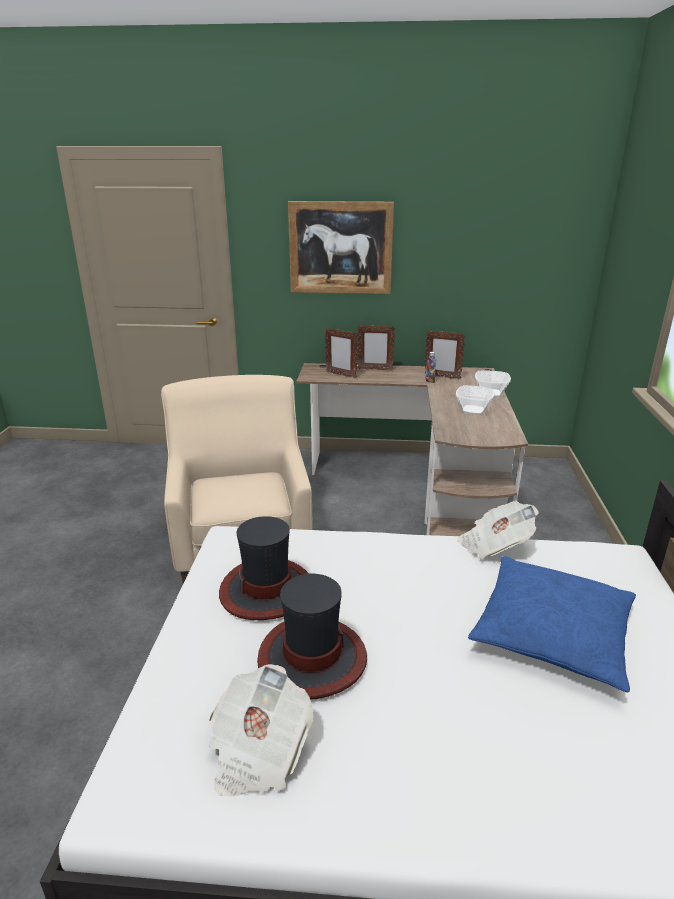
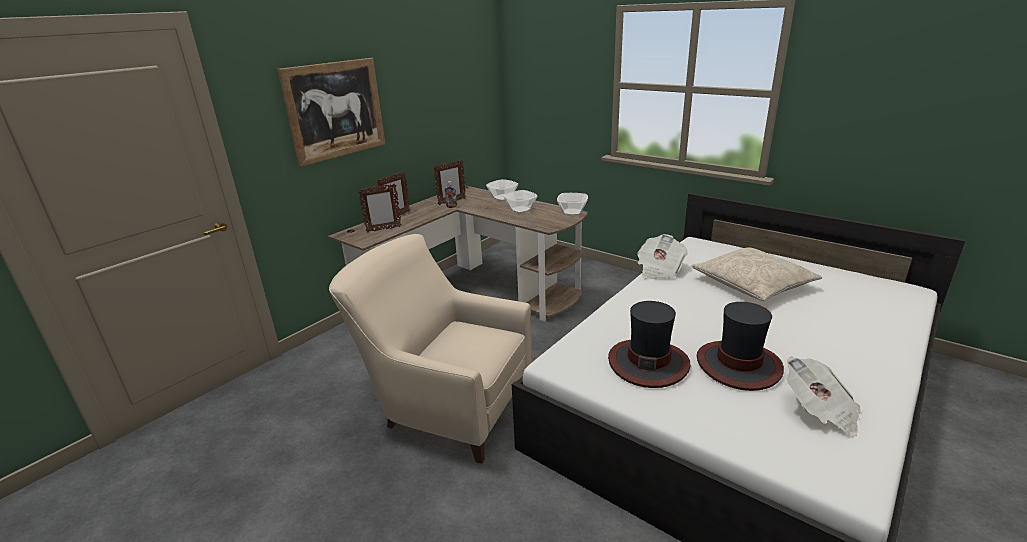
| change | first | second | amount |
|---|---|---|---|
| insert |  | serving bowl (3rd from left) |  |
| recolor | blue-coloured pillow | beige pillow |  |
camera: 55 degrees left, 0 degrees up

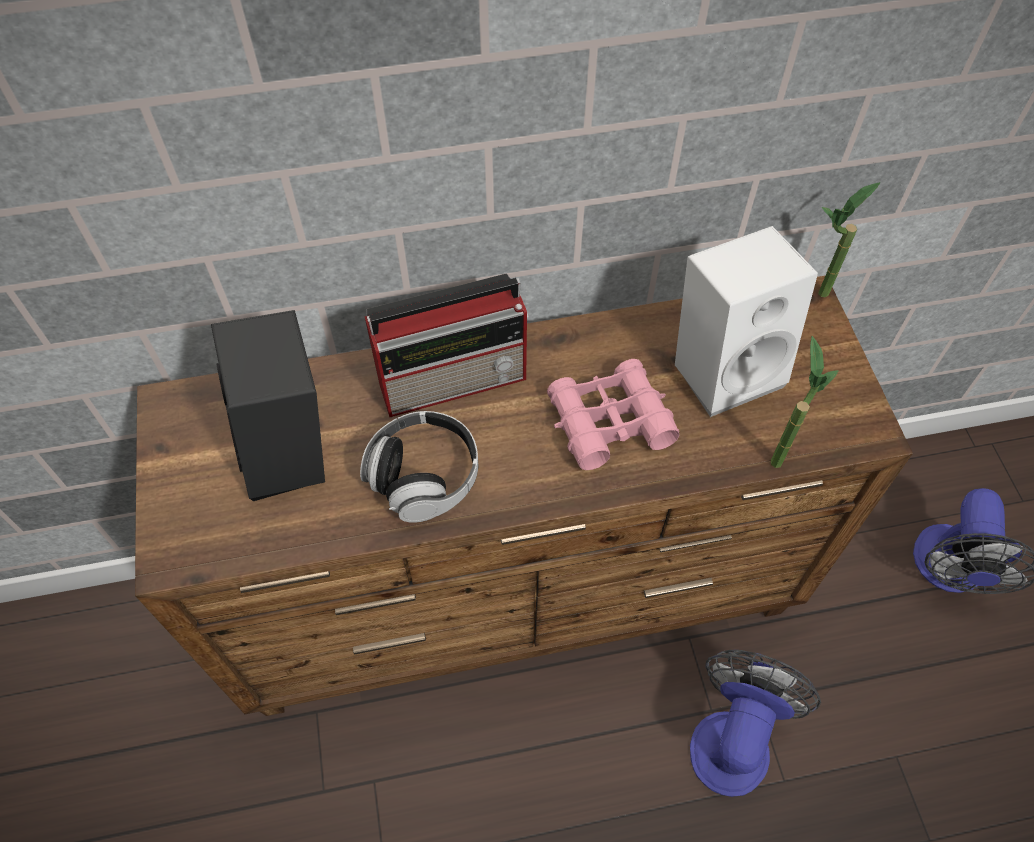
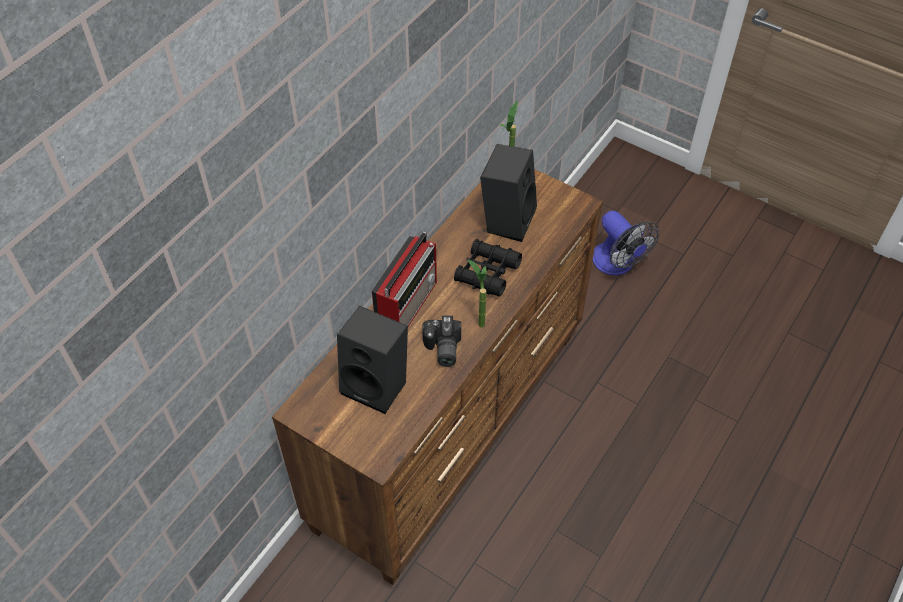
| change | first | second | amount |
|---|---|---|---|
| replace | headphones | still camera |  |
| recolor | pink-coloured pair of binoculars | black pair of binoculars |  |
| move | houseplant (1st from left) |  |  |
| recolor | white-coloured speaker | black speaker (2nd from left) |  |
| delete | electric fan (1st from left) |  |  |
camera: 45 degrees left, 5 degrees down

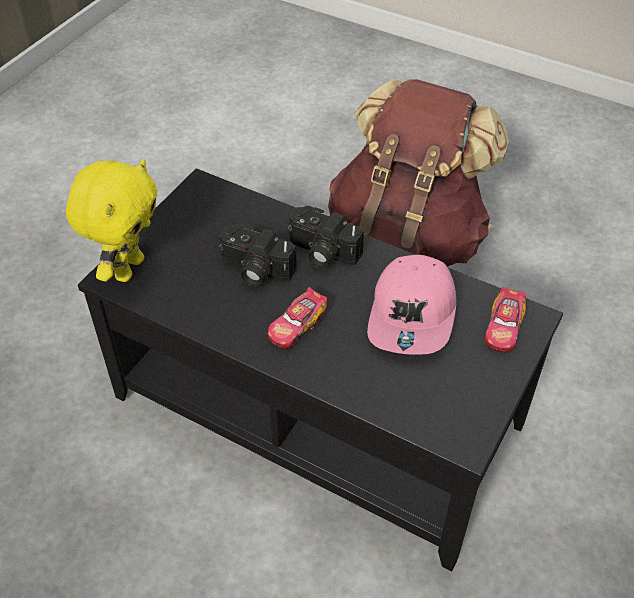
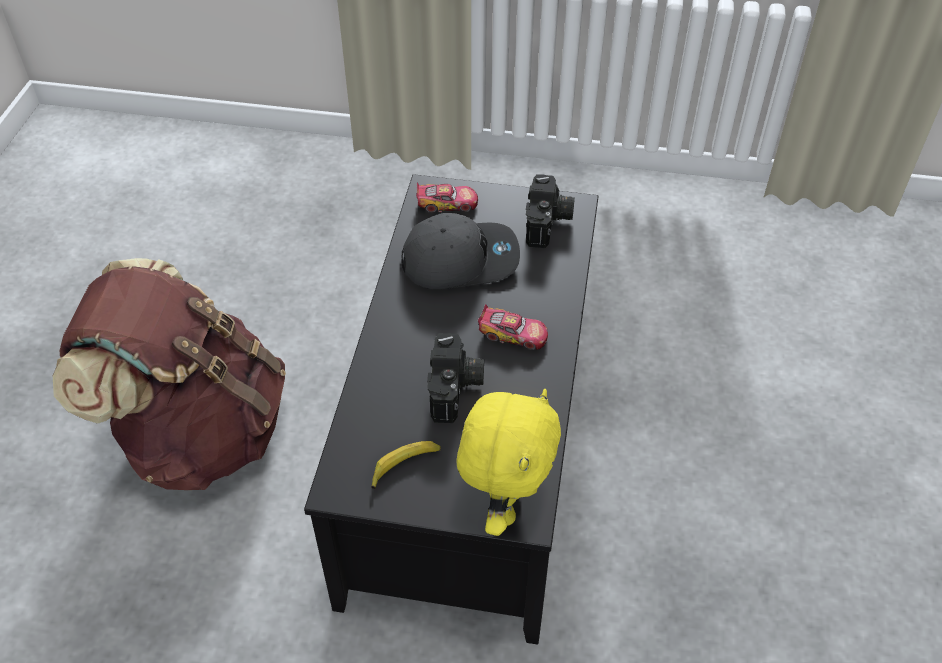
| change | first | second | amount |
|---|---|---|---|
| insert |  | banana |  |
| recolor | pink-coloured baseball cap | greyish baseball cap |  |
| rotate | yellowish soft toy |  | 105 degrees clockwise |
| move | still camera (2nd from left) |  |  |
camera: 110 degrees left, 0 degrees up

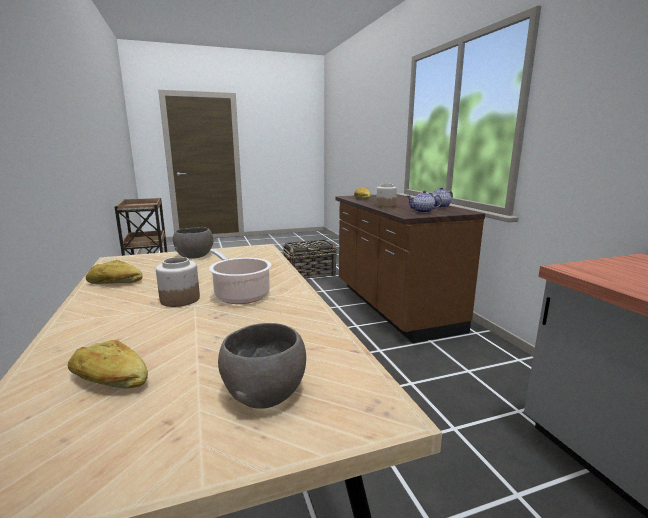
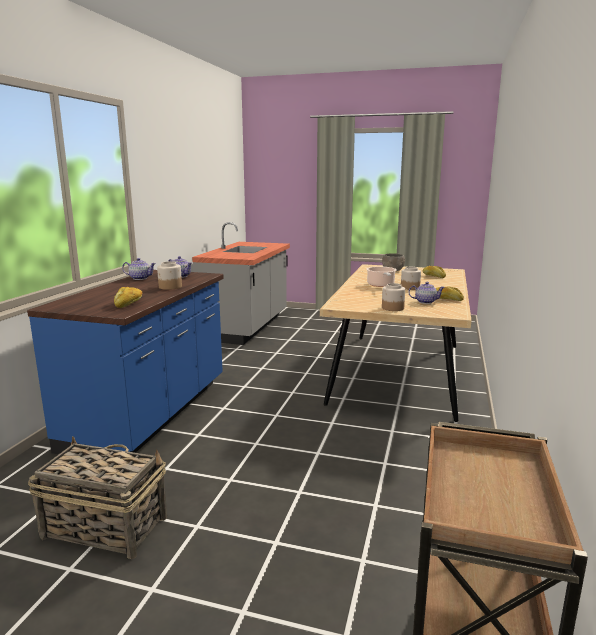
| change | first | second | amount |
|---|---|---|---|
| recolor | brown kitchen base unit | blue-coloured kitchen base unit |  |
| replace | greyish serving bowl (1st from left) | preserve jar (2nd from left) |  |
| insert |  | tea pot (3rd from left) |  |
camera: 145 degrees left, 0 degrees up

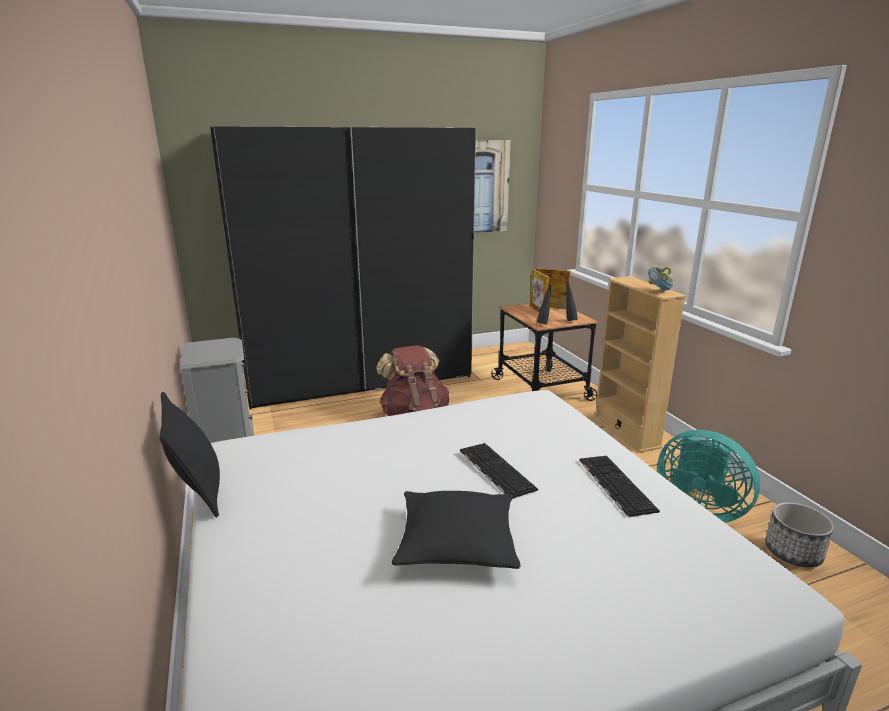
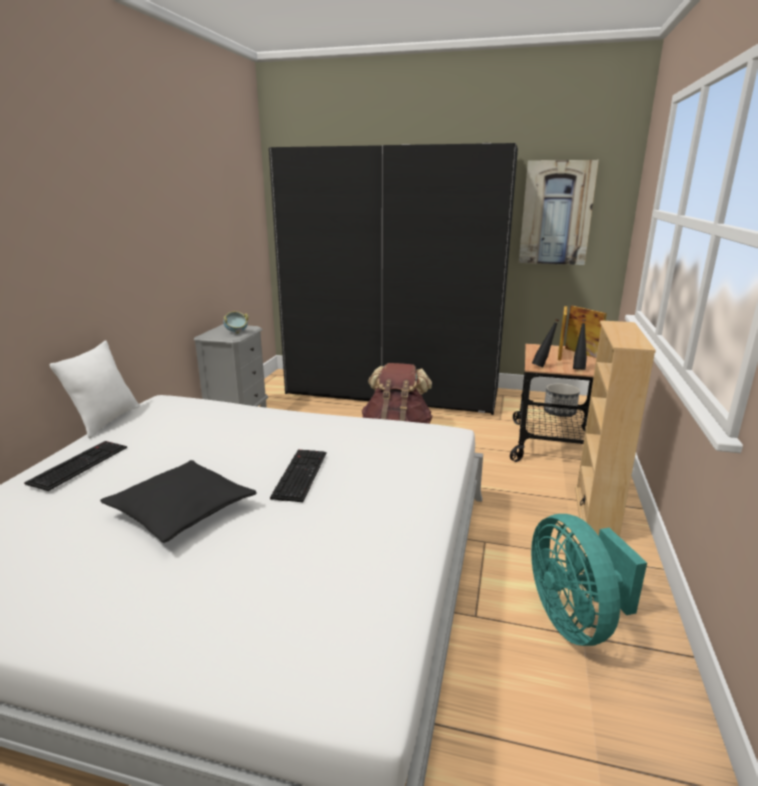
| change | first | second | amount |
|---|---|---|---|
| move | computer keyboard (2nd from left in the first image) | computer keyboard (1st from left) |  |
| recolor | black pillow (1st from left) | white-coloured pillow |  |
| move | serving bowl |  |  |
| move | plant pot |  |  |
camera: 35 degrees right, 0 degrees up

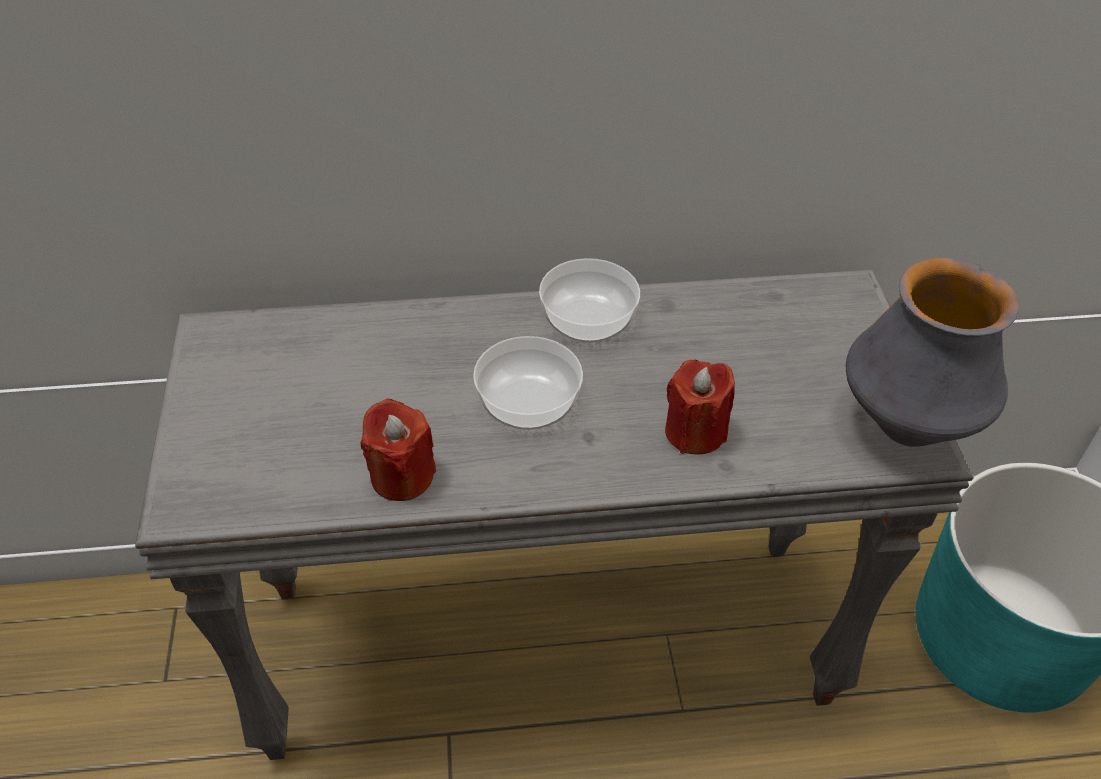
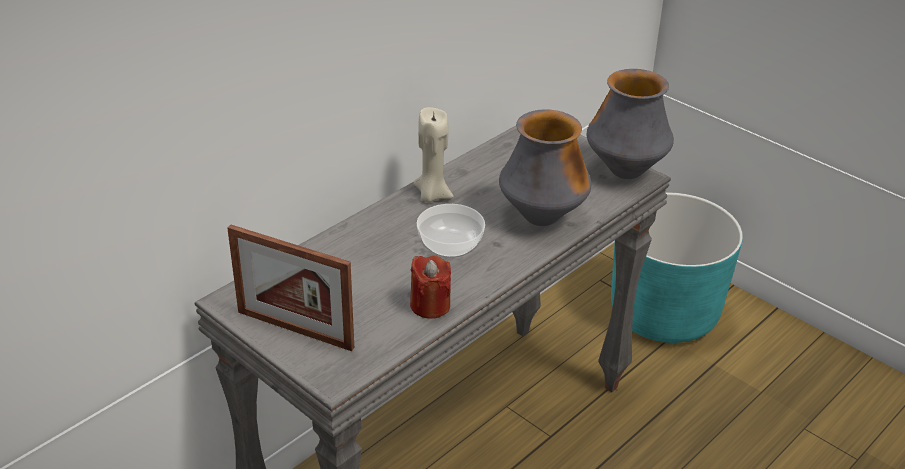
| change | first | second | amount |
|---|---|---|---|
| insert |  | standing frame |  |
| replace | serving bowl (2nd from left) | beige candle |  |
| replace | red candle (2nd from left) | flower vase (1st from left) |  |
camera: 40 degrees left, 10 degrees down

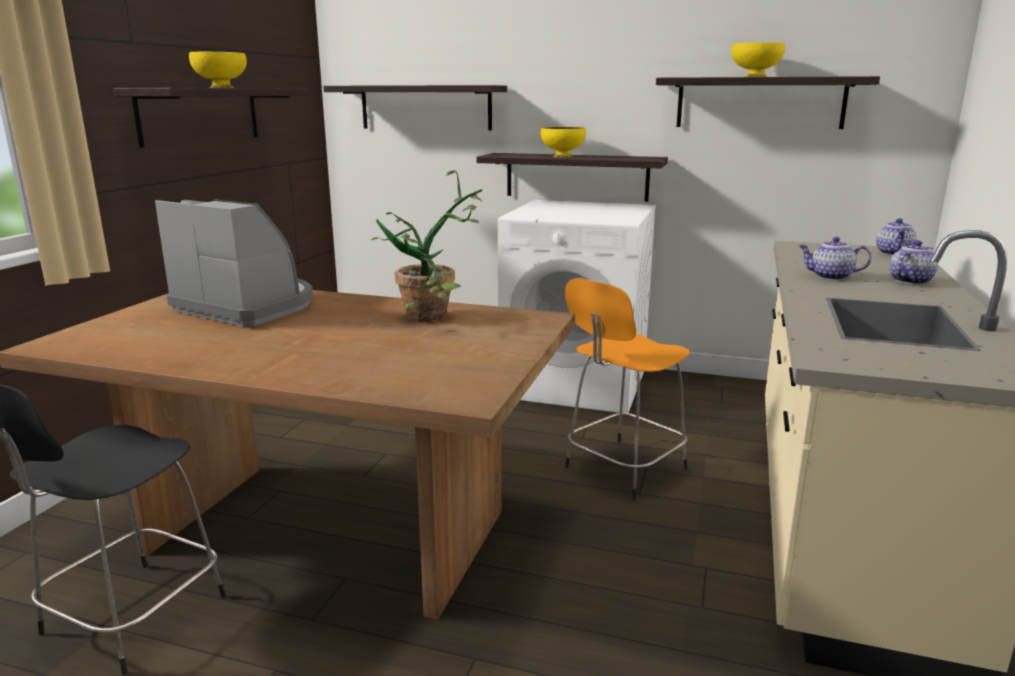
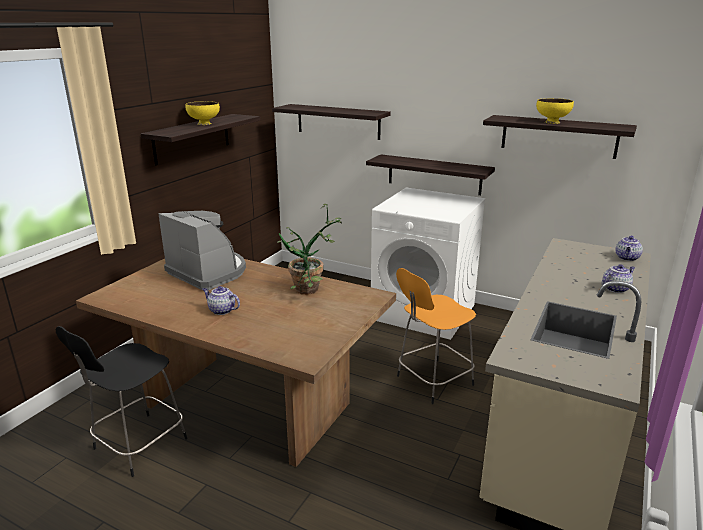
| change | first | second | amount |
|---|---|---|---|
| move | tea pot (1st from left) |  |  |
| delete | yellowish serving bowl (2nd from left) |  |  |
camera: 10 degrees right, 5 degrees up

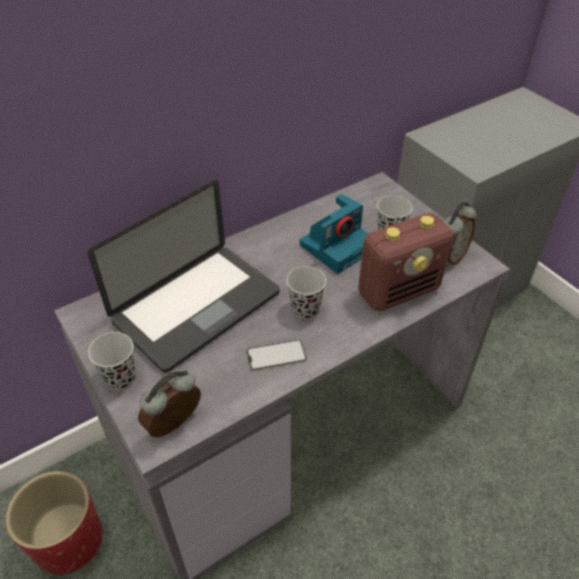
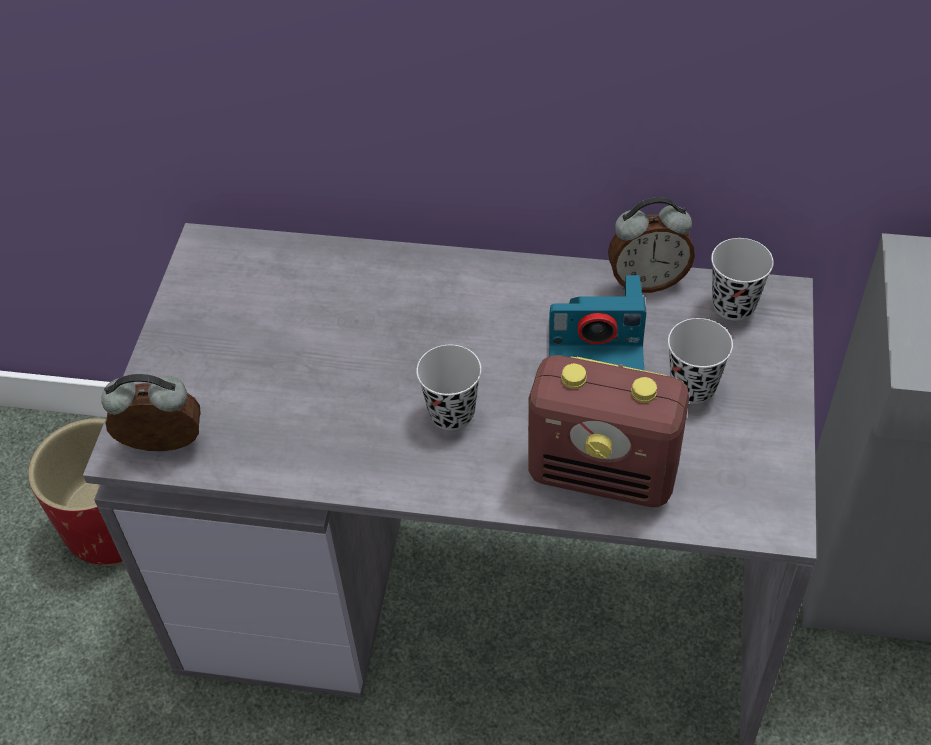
| change | first | second | amount |
|---|---|---|---|
| move | bedside clock (2nd from left) |  |  |
| move | black cup (1st from left in the first image) | black cup (3rd from left) |  |
| delete | notebook computer |  |  |
| delete | handset |  |  |
camera: 45 degrees right, 5 degrees up

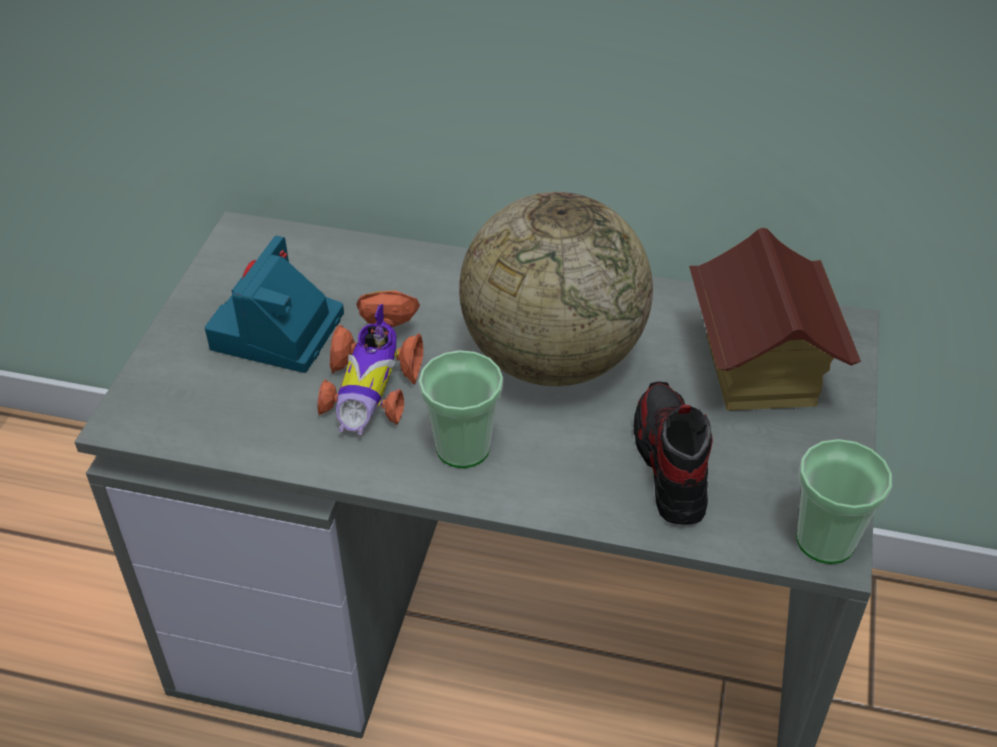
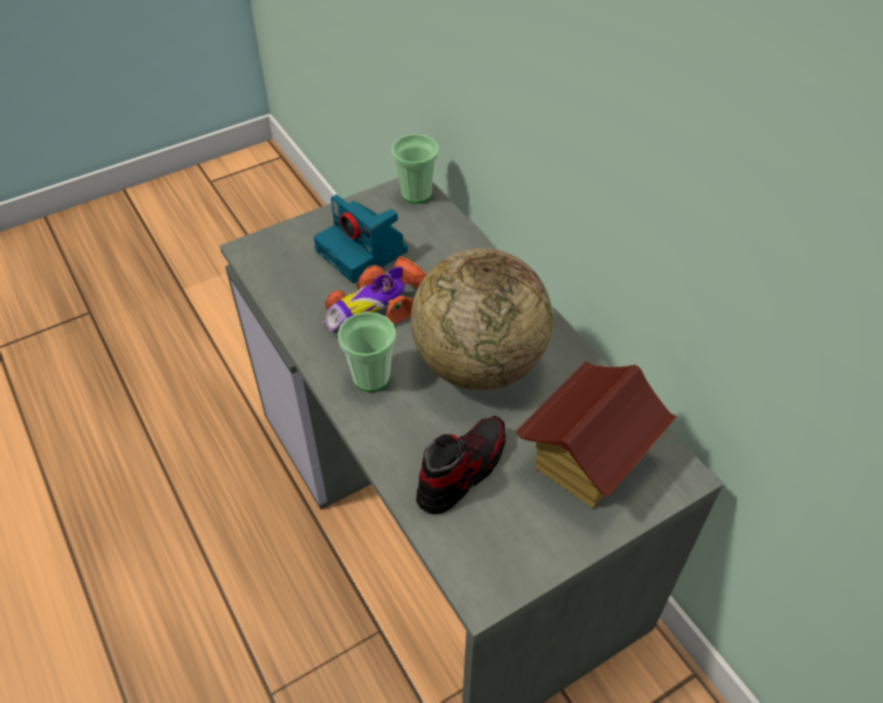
| change | first | second | amount |
|---|---|---|---|
| rotate | still camera |  | 105 degrees counterclockwise |
| move | cup (2nd from left) |  |  |
camera: 45 degrees right, 5 degrees up

